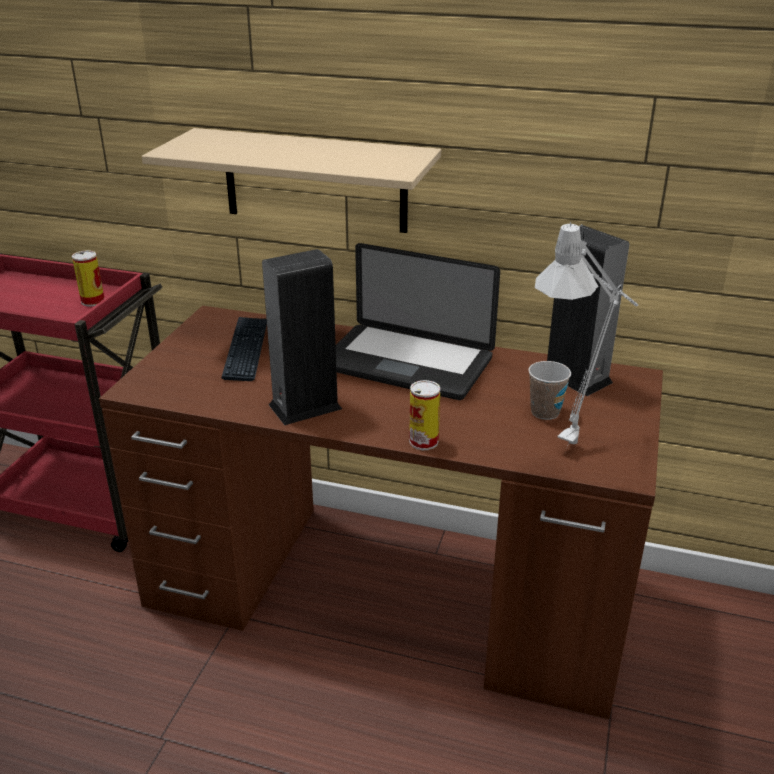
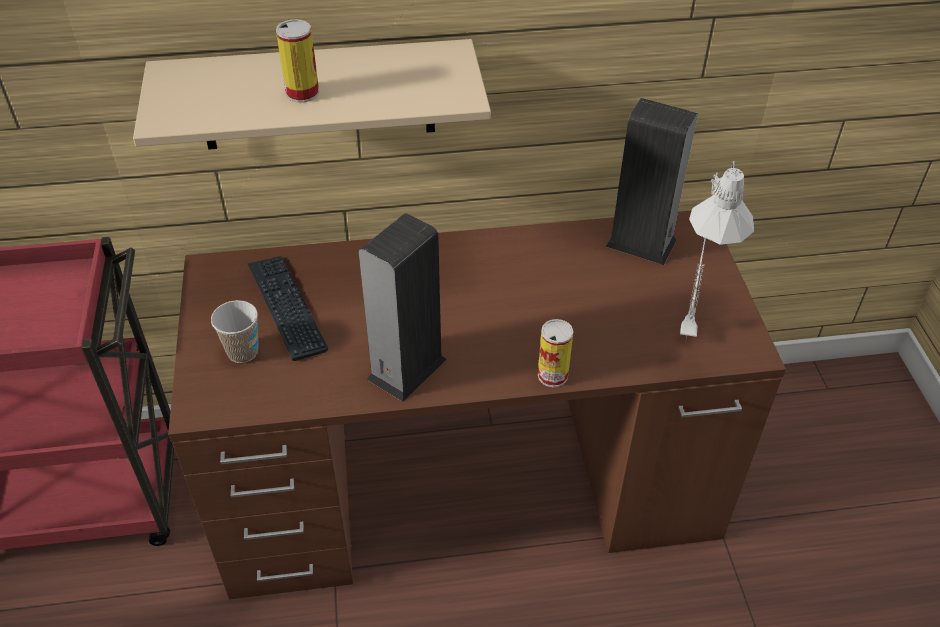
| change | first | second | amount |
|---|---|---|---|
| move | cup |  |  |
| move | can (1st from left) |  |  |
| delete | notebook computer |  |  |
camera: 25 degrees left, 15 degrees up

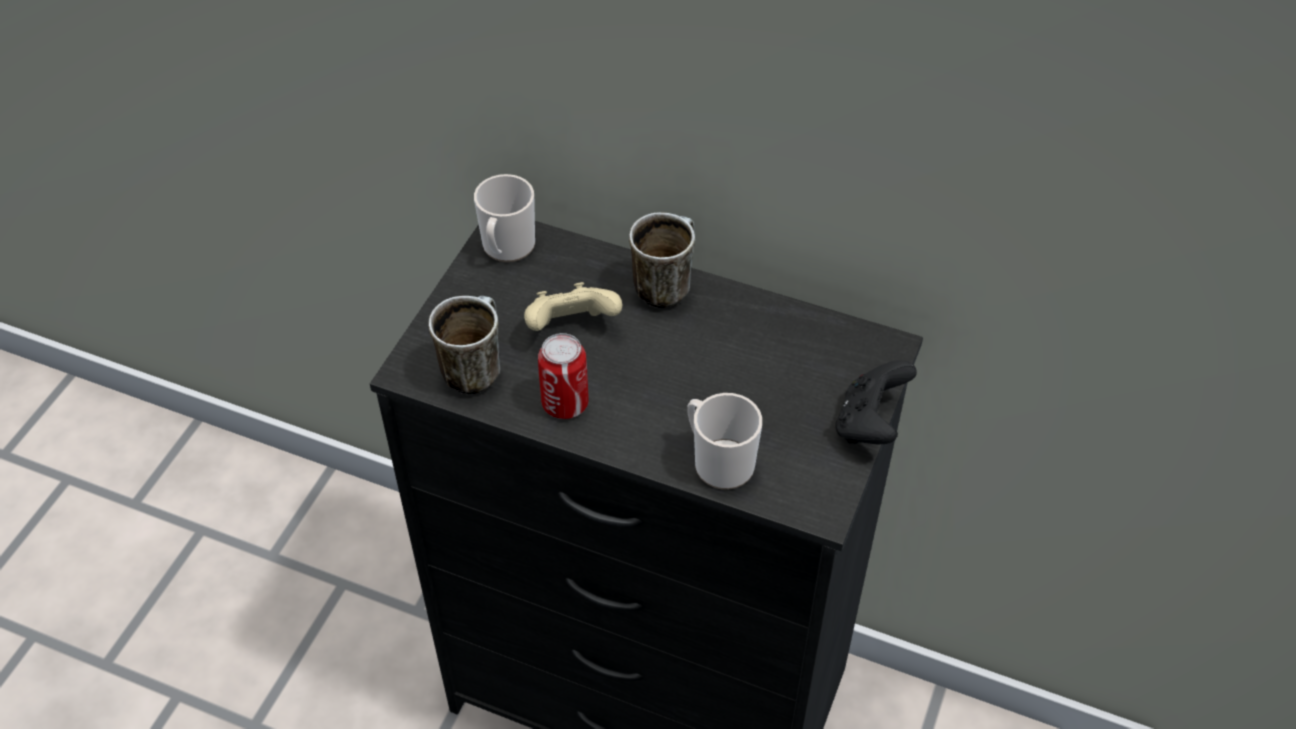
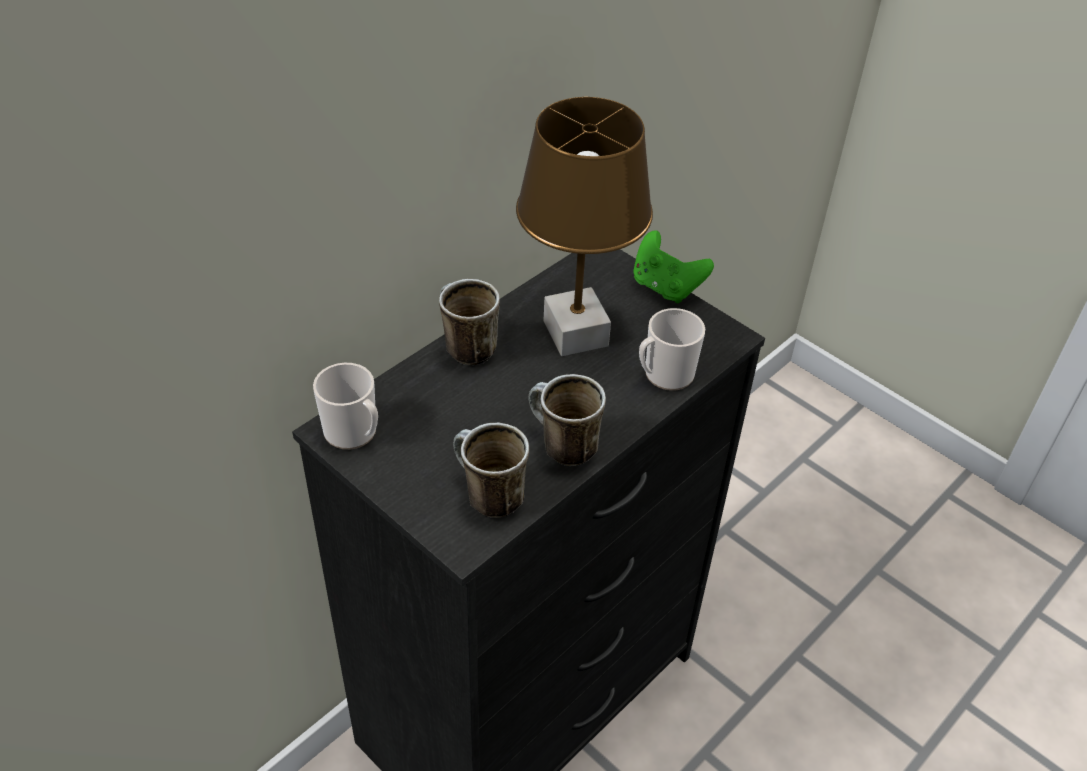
| change | first | second | amount |
|---|---|---|---|
| insert |  | brown table lamp |  |
| replace | can | coffee mug (4th from left) |  |
| recolor | black game controller | greenish game controller |  |
| delete | beige game controller |  |  |
camera: 70 degrees left, 5 degrees down

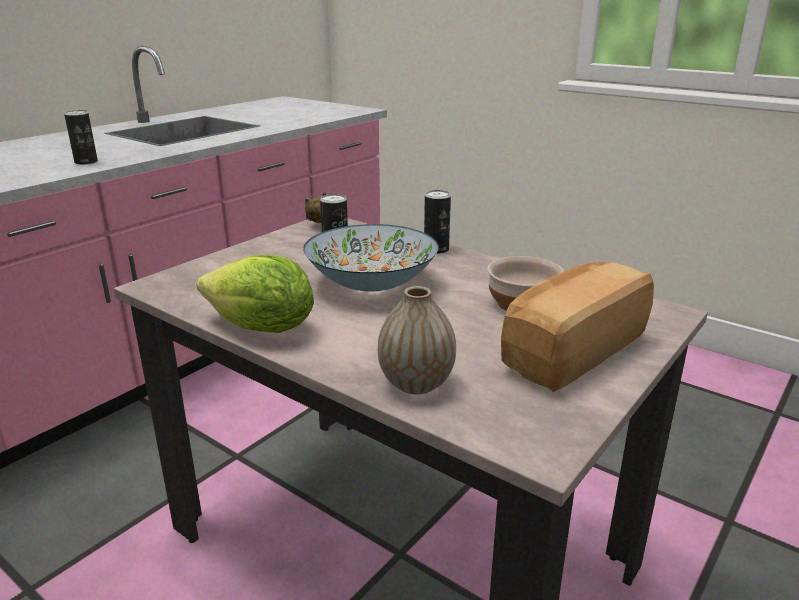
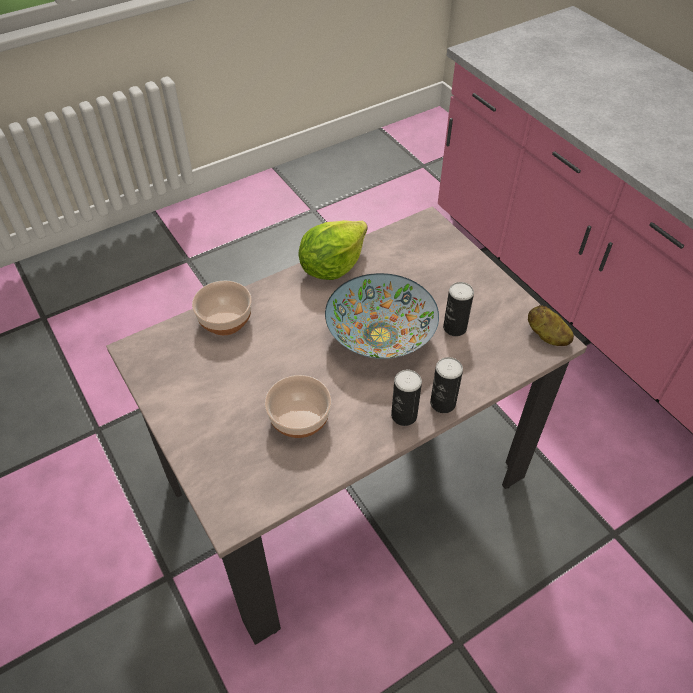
| change | first | second | amount |
|---|---|---|---|
| replace | flower vase | serving bowl (1st from left) |  |
| move | can (1st from left) |  |  |
| delete | baked bread |  |  |
camera: 110 degrees right, 25 degrees up

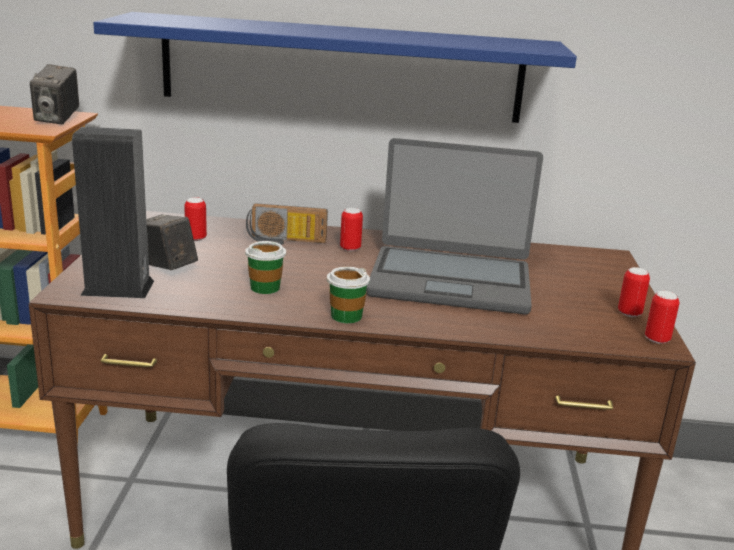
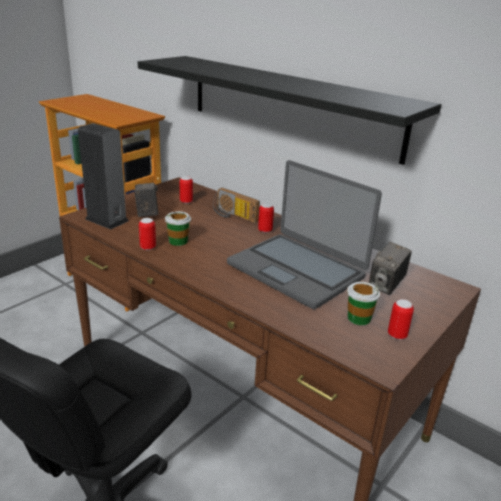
| change | first | second | amount |
|---|---|---|---|
| recolor | blue-coloured wall shelf | black wall shelf |  |
| move | can (4th from left in the first image) | can (1st from left) |  |
| move | cup (2nd from left) |  |  |
| move | still camera (1st from left in the first image) | still camera (2nd from left) |  |
camera: 35 degrees right, 5 degrees up

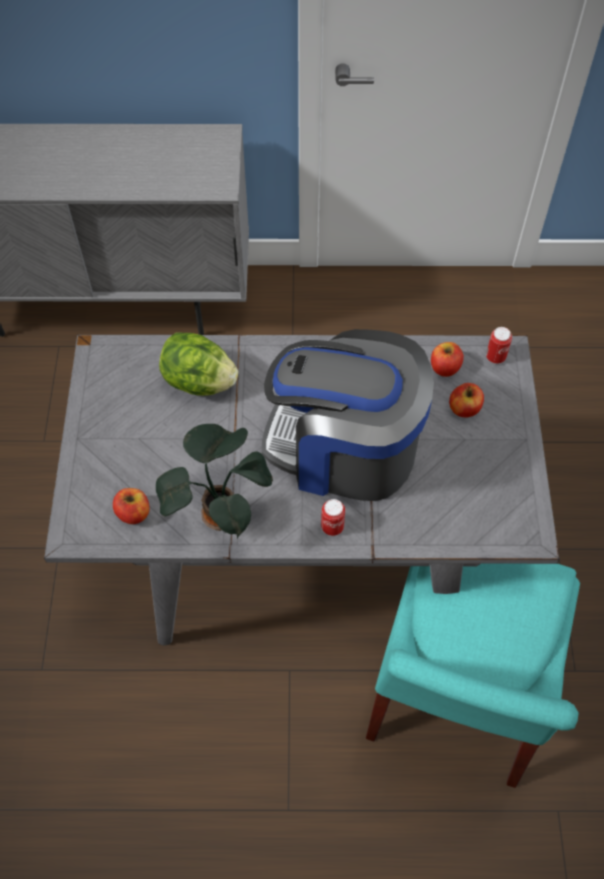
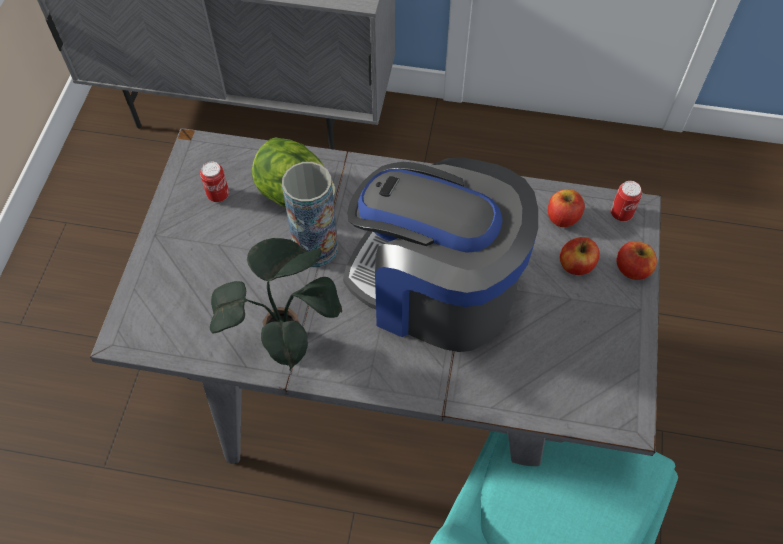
| change | first | second | amount |
|---|---|---|---|
| move | can (1st from left) |  |  |
| insert |  | flower vase |  |
| move | apple (1st from left in the first image) | apple (3rd from left) |  |
camera: 10 degrees right, 0 degrees up

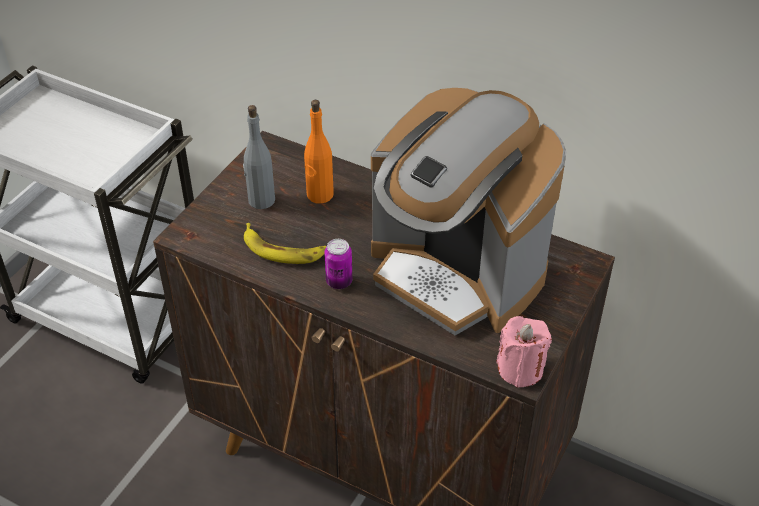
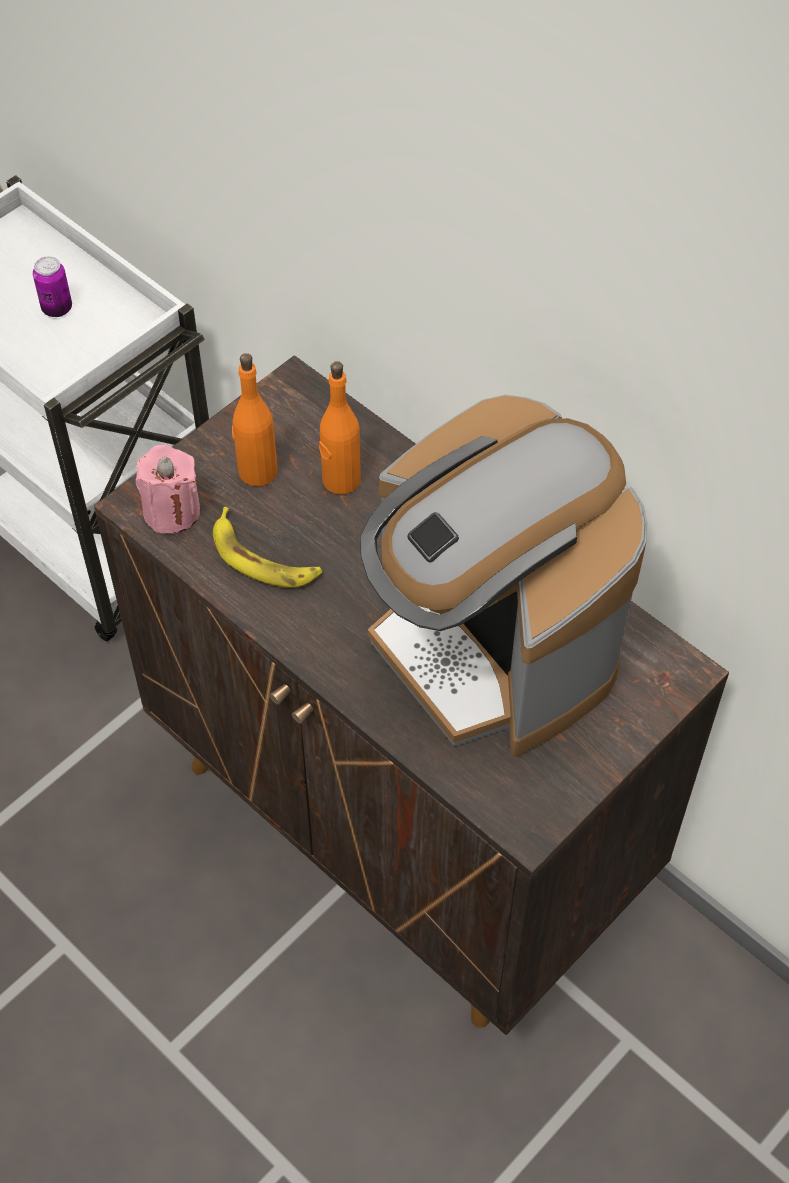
| change | first | second | amount |
|---|---|---|---|
| move | can |  |  |
| move | pink-coloured candle |  |  |
| recolor | greyish bottle | orange-coloured bottle (1st from left) |  |
camera: 15 degrees right, 10 degrees up

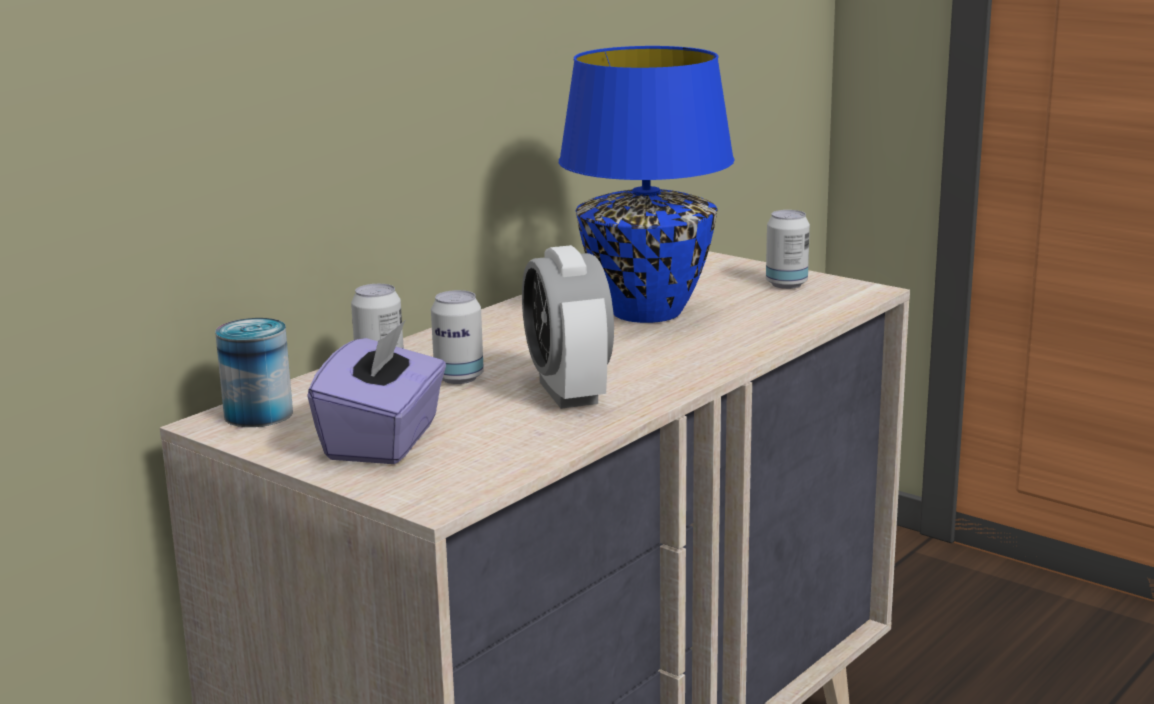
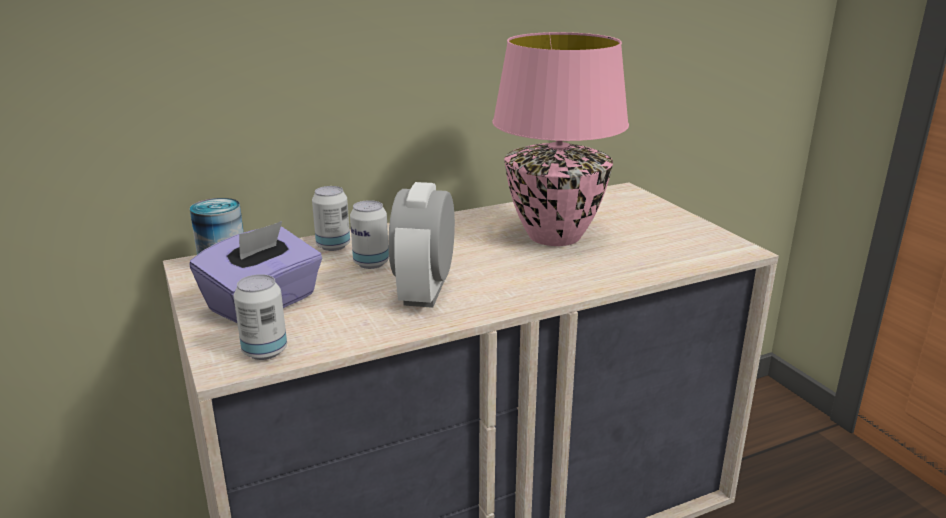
| change | first | second | amount |
|---|---|---|---|
| move | can (4th from left in the first image) | can (2nd from left) |  |
| recolor | blue-coloured table lamp | pink-coloured table lamp |  |
camera: 25 degrees right, 5 degrees up

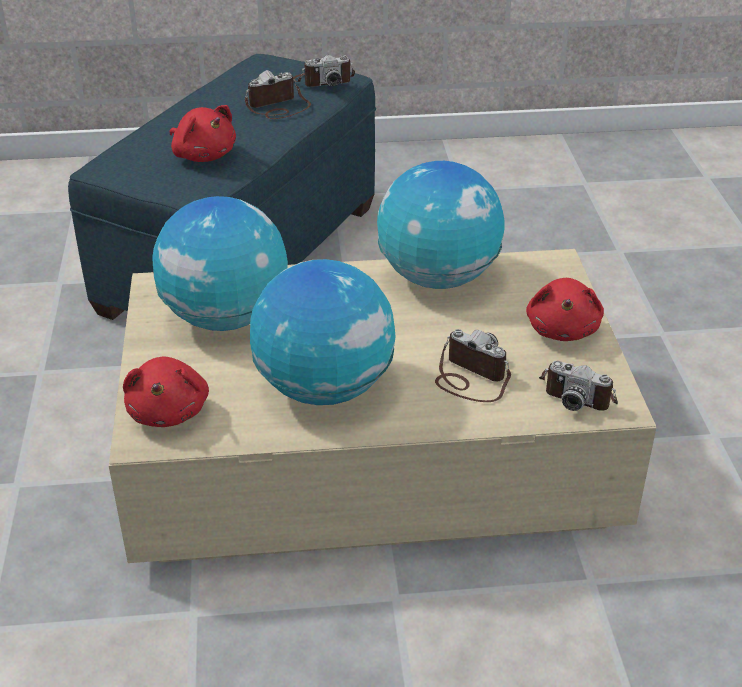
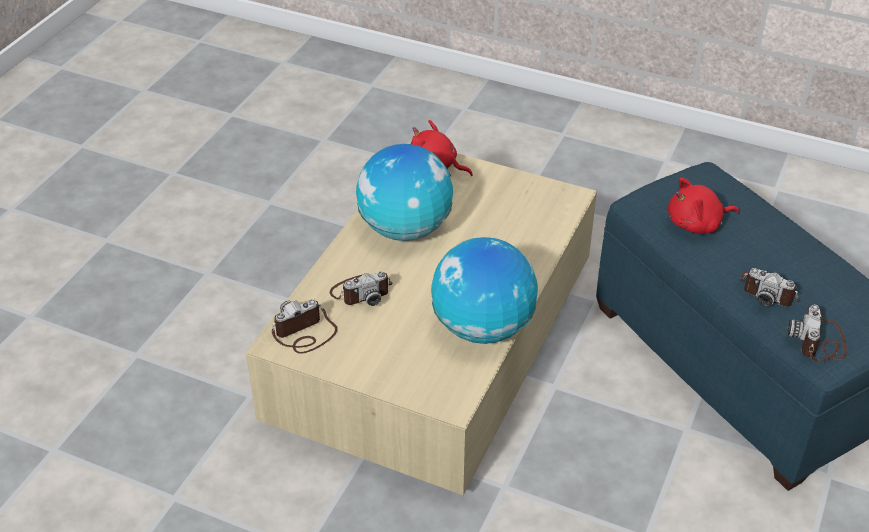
| change | first | second | amount |
|---|---|---|---|
| rotate | still camera (1st from left in the first image) | still camera (3rd from left) | 120 degrees clockwise |
| delete | globe (1st from left) |  |  |
| delete | red soft toy (3rd from left) |  |  |
camera: 120 degrees right, 5 degrees up

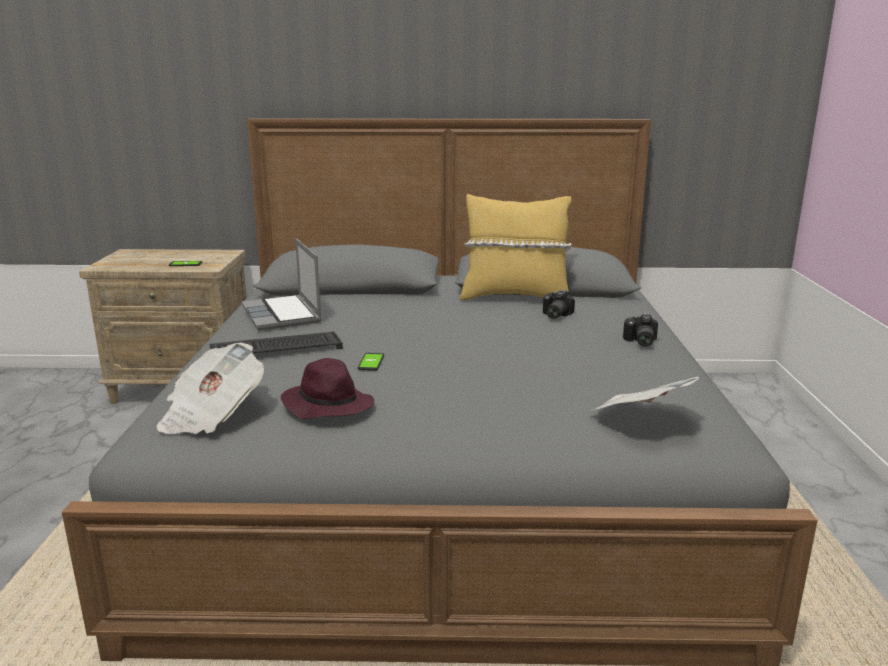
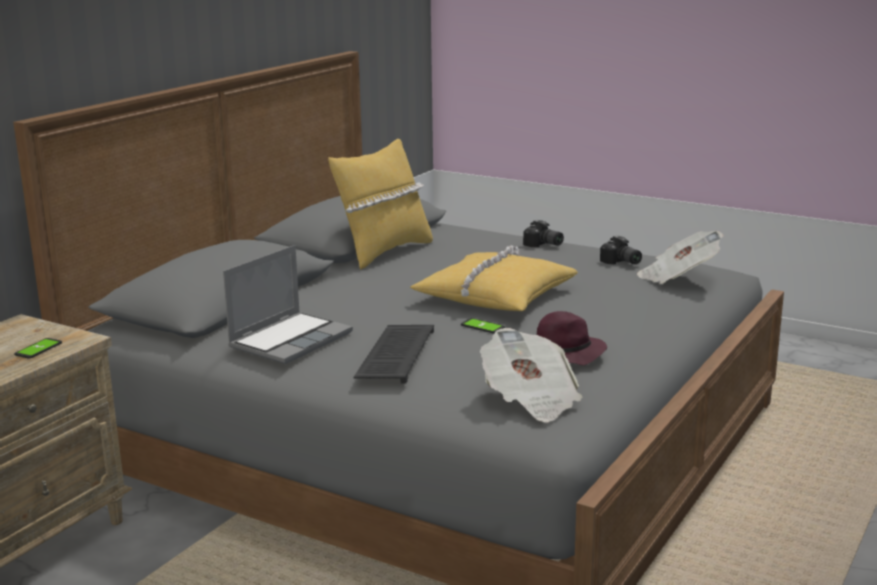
| change | first | second | amount |
|---|---|---|---|
| rotate | notebook computer |  | 60 degrees counterclockwise |
| insert |  | yellowish pillow (2nd from left) |  |
| move | still camera (1st from left in the first image) | still camera (2nd from left) |  |
camera: 60 degrees left, 0 degrees up

